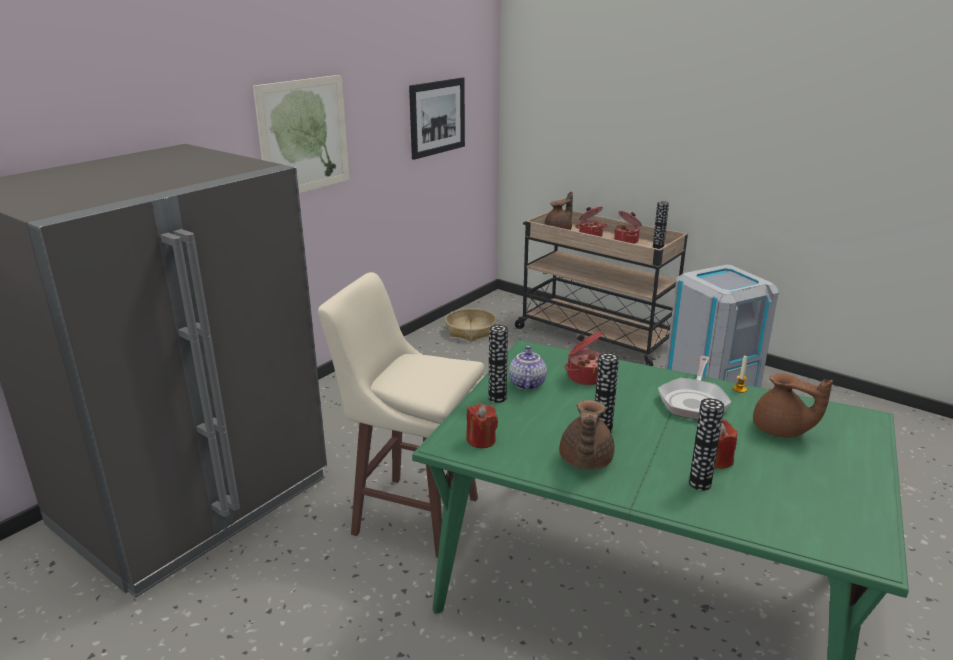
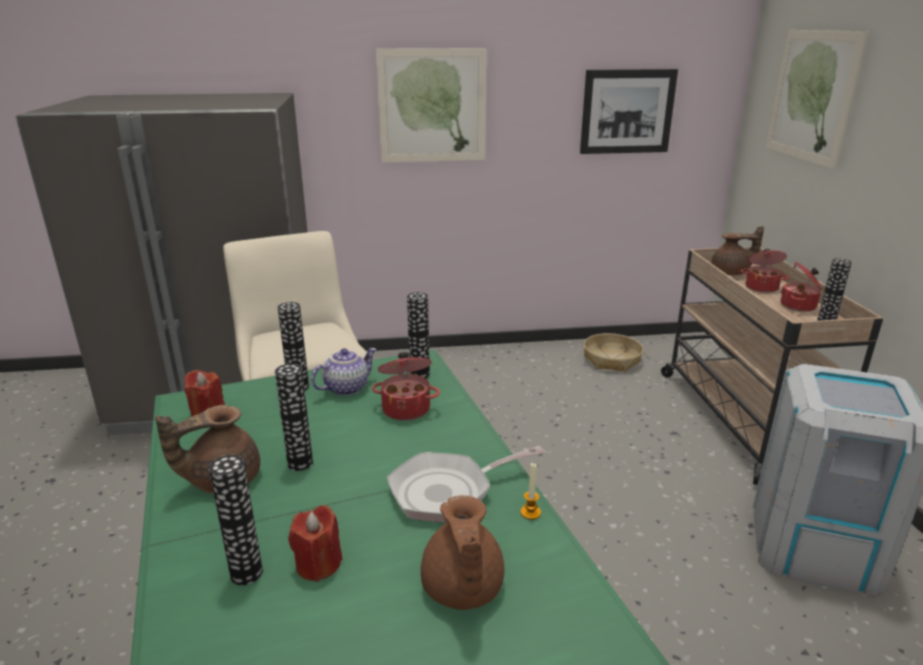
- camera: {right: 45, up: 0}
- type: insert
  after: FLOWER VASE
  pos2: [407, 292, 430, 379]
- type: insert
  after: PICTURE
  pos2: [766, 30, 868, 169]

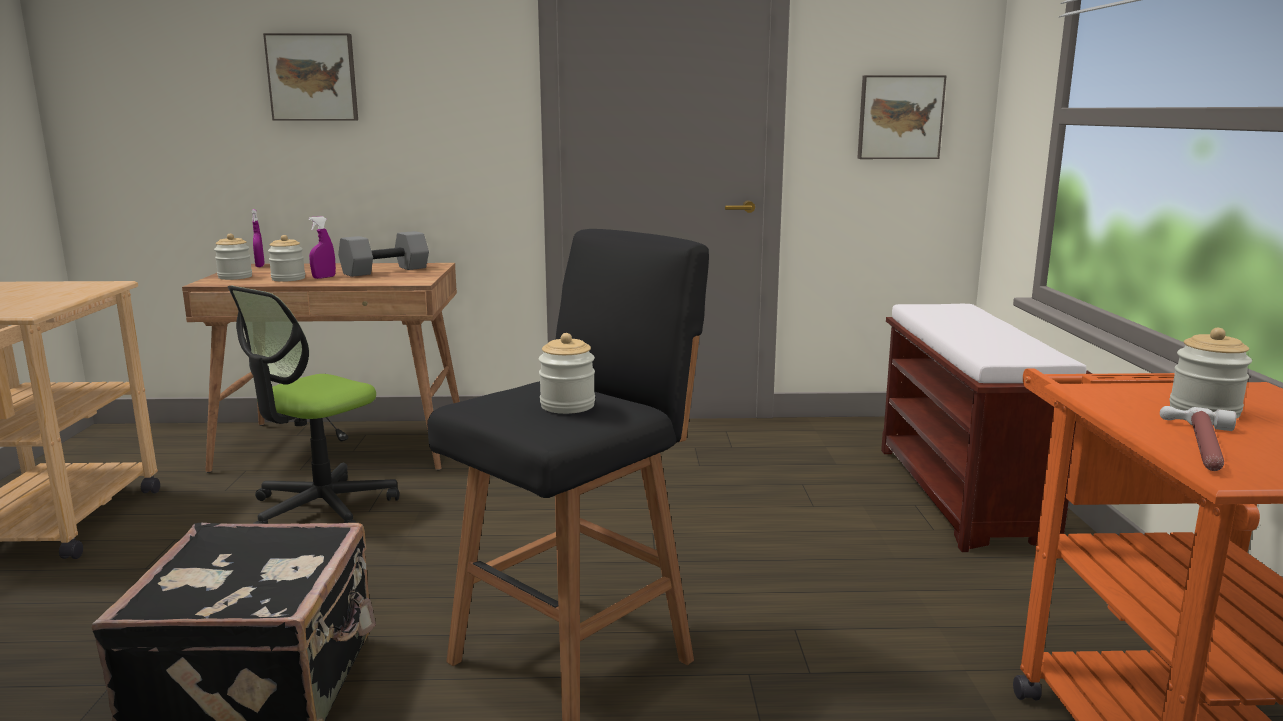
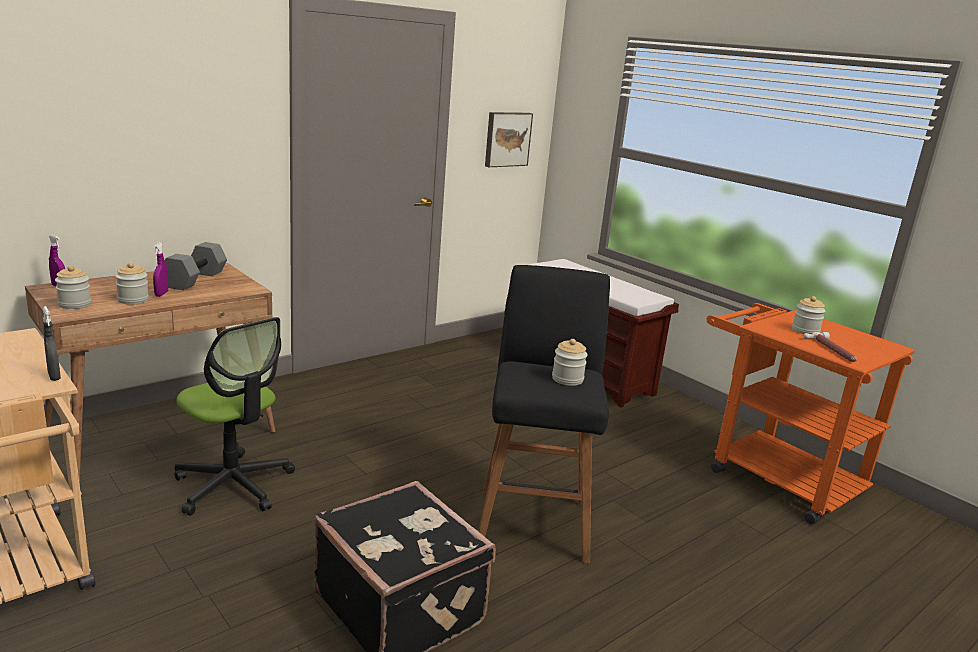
- camera: {right: -40, up: 5}
- type: rotate
  before: COMPUTER CHAIR
  pos1: [228, 286, 399, 524]
  pos2: [174, 317, 295, 515]
  turn: -45
- type: delete
  before: PICTURE
  pos1: [263, 33, 358, 121]
- type: insert
  after: GREY SPRAYER
  pos2: [43, 306, 61, 381]

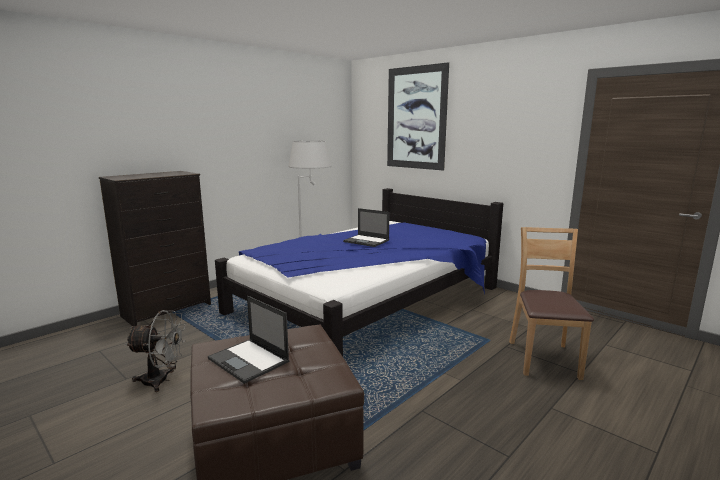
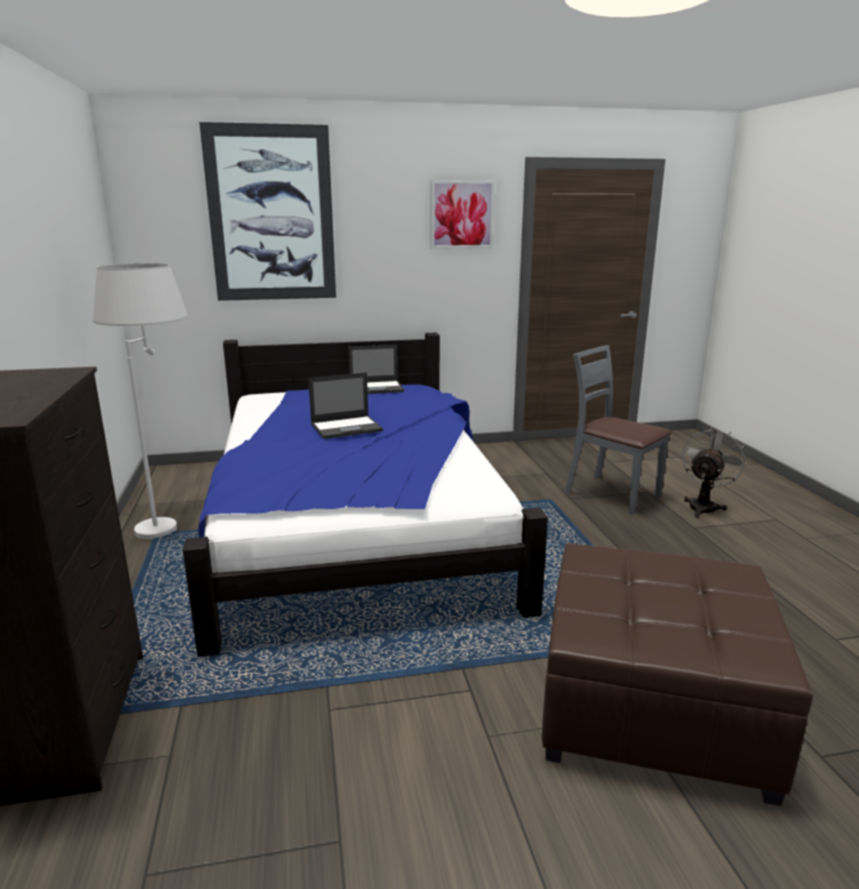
- camera: {right: -55, up: 5}
- type: move
  before: GREY FAN
  pos1: [125, 310, 186, 392]
  pos2: [682, 427, 746, 518]
- type: move
  before: NOTEBOOK COMPUTER
  pos1: [208, 296, 289, 384]
  pos2: [348, 344, 404, 394]
- type: recolor
  before: BROWN-COLOURED PLAIN CHAIR
  after: GREY PLAIN CHAIR
  pos1: [509, 227, 594, 380]
  pos2: [564, 345, 672, 515]
- type: insert
  after: PICTURE
  pos2: [431, 180, 495, 249]

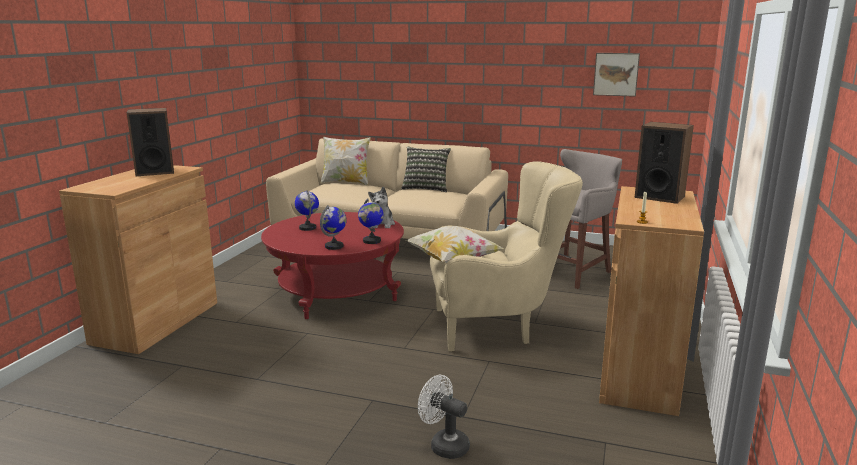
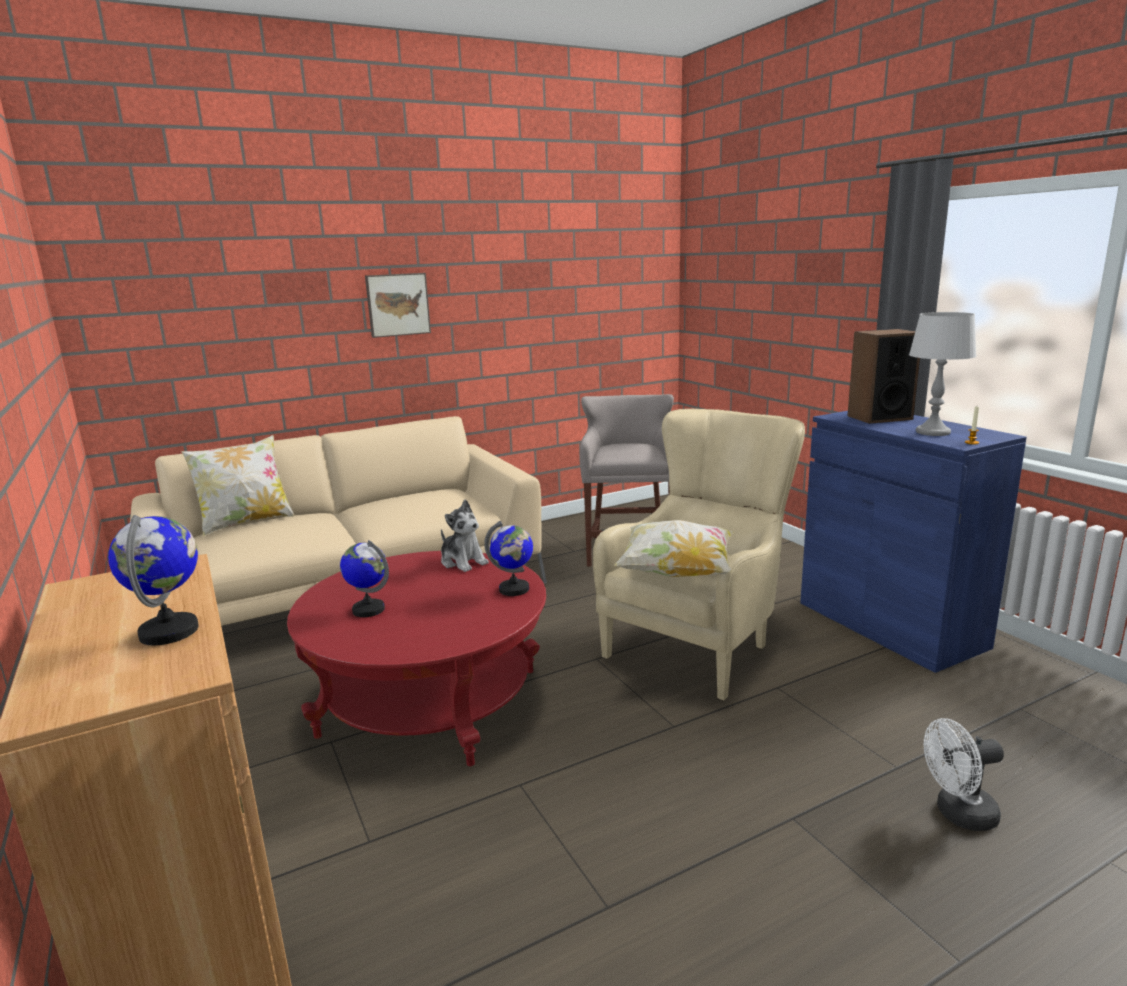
- camera: {right: -45, up: 0}
- type: delete
  before: SPEAKER
  pos1: [127, 108, 174, 176]
- type: move
  before: WORLD GLOBE
  pos1: [320, 205, 347, 250]
  pos2: [108, 515, 199, 645]
- type: delete
  before: CUSHION
  pos1: [401, 147, 451, 192]
- type: move
  before: PICTURE
  pos1: [593, 53, 640, 97]
  pos2: [365, 273, 431, 338]
- type: recolor
  before: BROWN-COLOURED STORAGE CABINET
  after: BLUE-COLOURED STORAGE CABINET
  pos1: [599, 186, 704, 416]
  pos2: [800, 411, 1027, 673]
- type: insert
  after: GREY TABLETOP LAMP
  pos2: [909, 312, 977, 436]

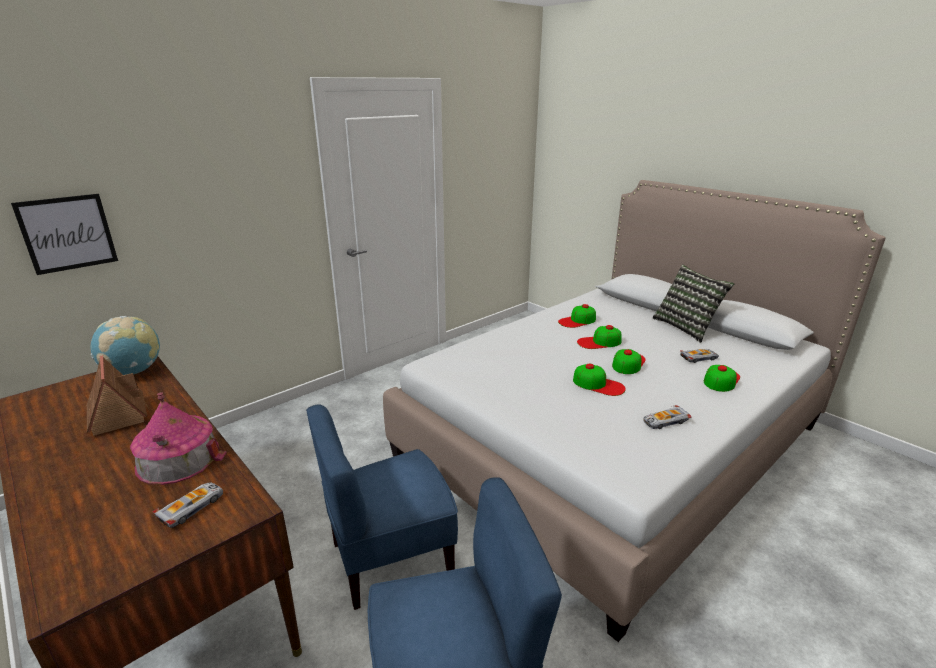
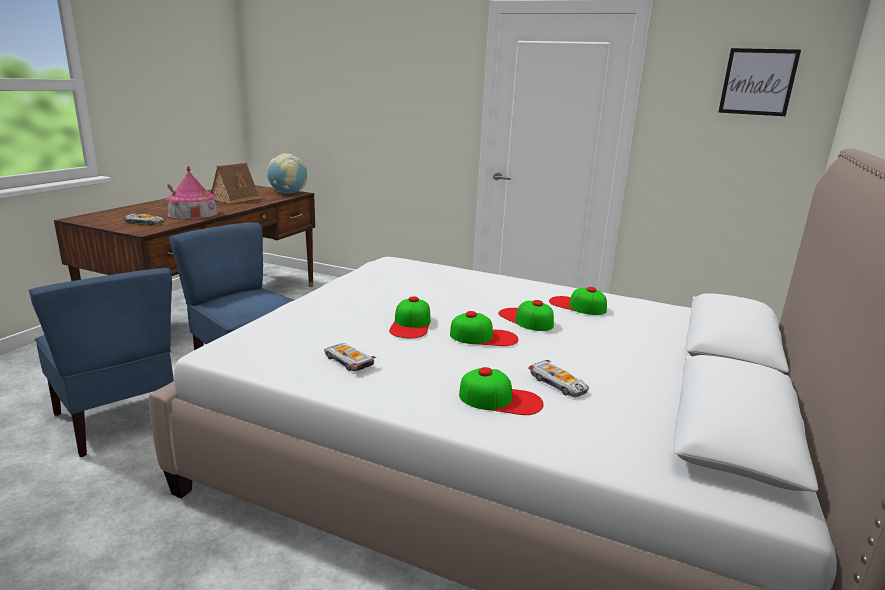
- camera: {right: 65, up: -5}
- type: move
  before: PICTURE
  pos1: [11, 194, 118, 275]
  pos2: [718, 48, 801, 116]
- type: delete
  before: CUSHION
  pos1: [652, 265, 734, 343]

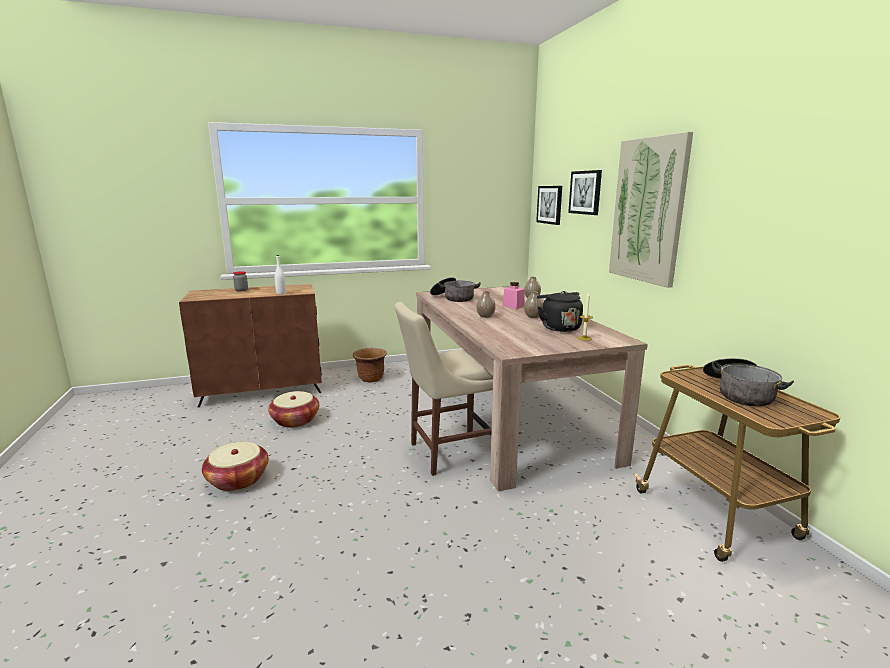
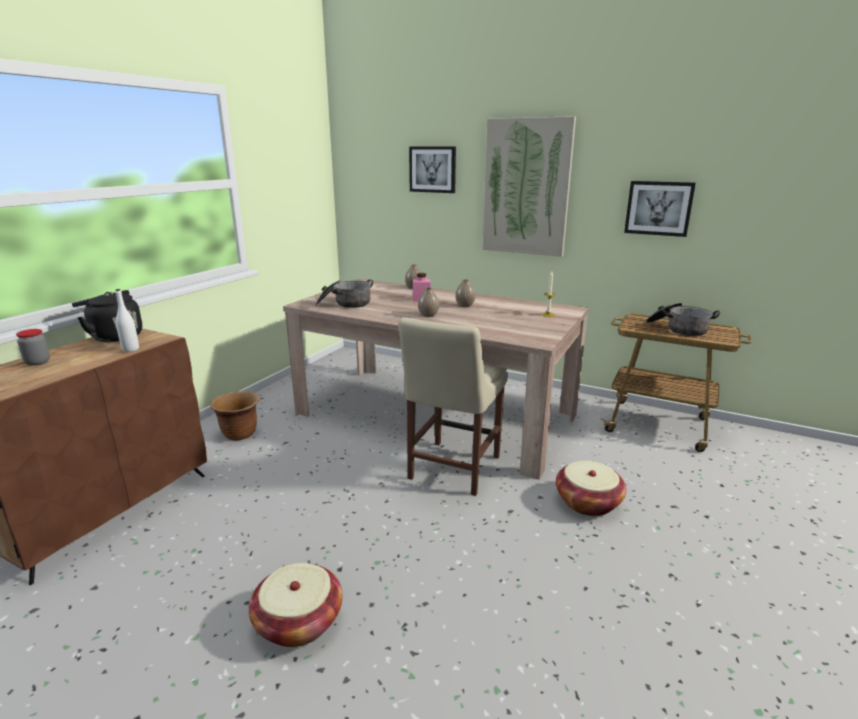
- camera: {right: -45, up: 5}
- type: move
  before: STORAGE BASKET
  pos1: [268, 391, 319, 428]
  pos2: [556, 461, 626, 516]
- type: move
  before: PICTURE
  pos1: [536, 186, 562, 225]
  pos2: [624, 181, 696, 237]
- type: move
  before: BLACK WATER KETTLE
  pos1: [537, 291, 583, 332]
  pos2: [72, 290, 142, 342]

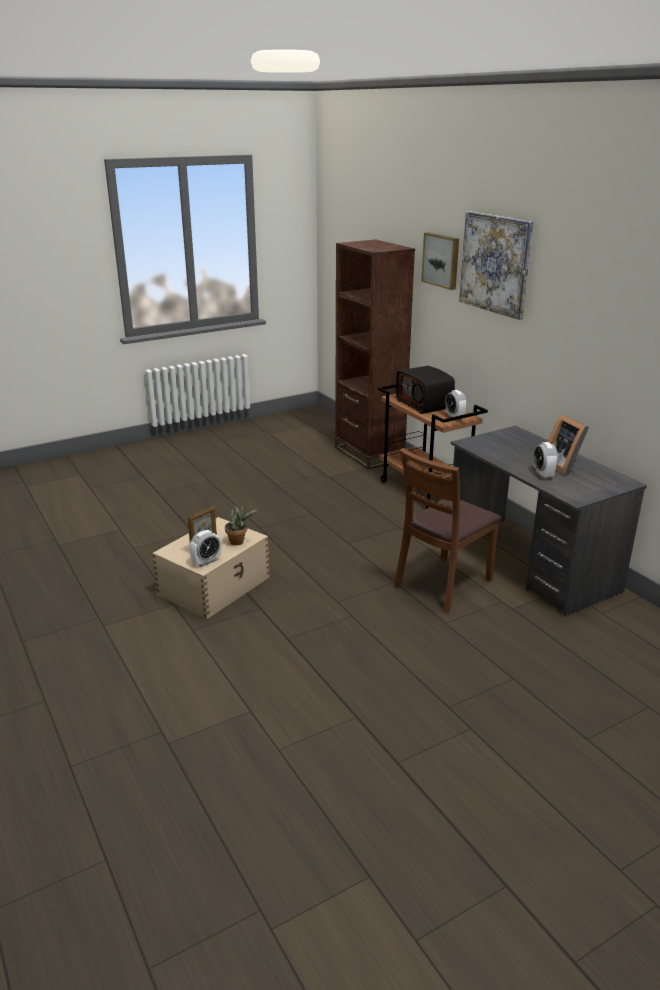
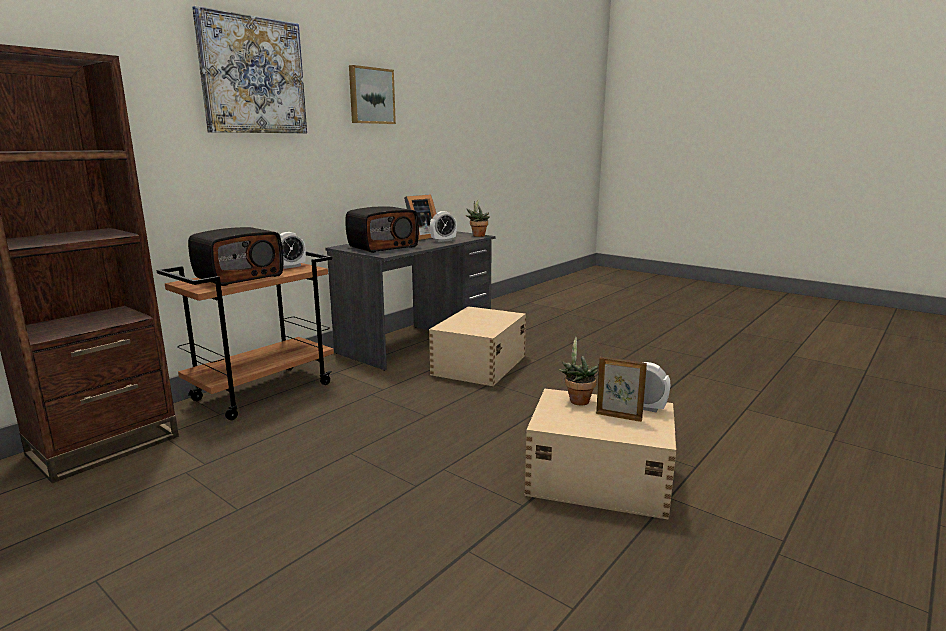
- camera: {right: -110, up: -10}
- type: replace
  before: BROWN-COLOURED PLAIN CHAIR
  after: BEIGE-COLOURED STORAGE BOX
  pos1: [394, 448, 501, 613]
  pos2: [429, 306, 526, 386]
- type: move
  before: PICTURE
  pos1: [421, 232, 459, 290]
  pos2: [349, 65, 396, 124]
- type: insert
  after: RADIO
  pos2: [345, 206, 419, 253]
- type: insert
  after: PLANT IN A POT
  pos2: [466, 200, 490, 237]

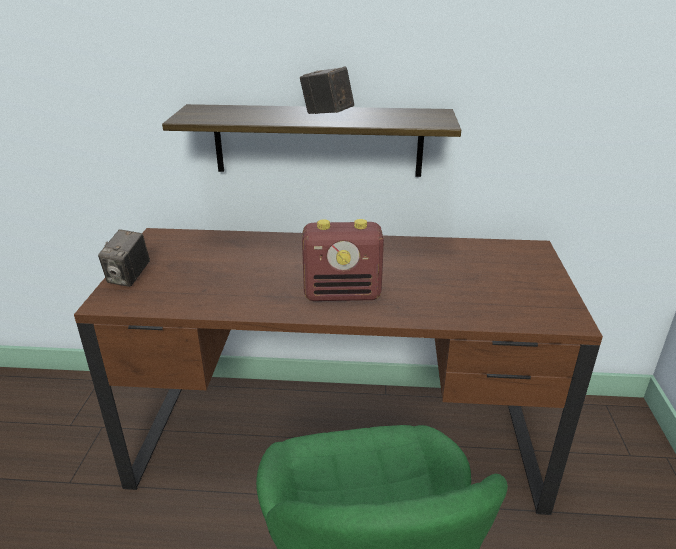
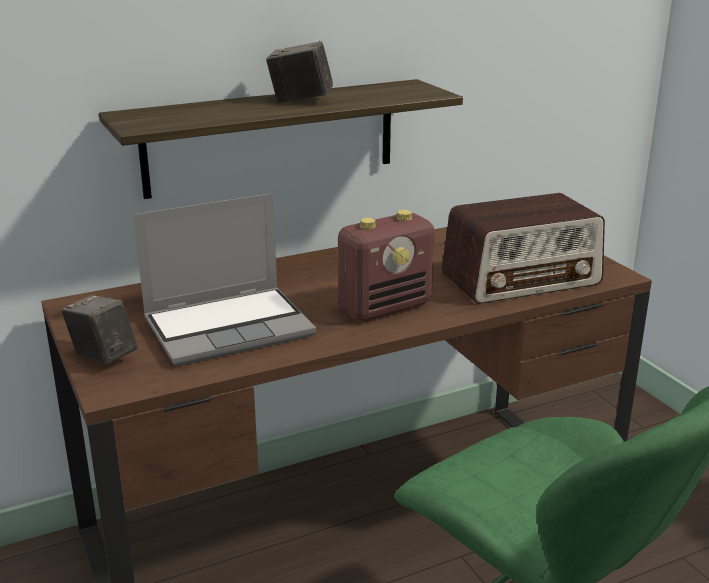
- camera: {right: -30, up: -5}
- type: rotate
  before: STILL CAMERA
  pos1: [98, 229, 150, 287]
  pos2: [61, 295, 137, 364]
  turn: 150
- type: insert
  after: NOTEBOOK COMPUTER
  pos2: [133, 193, 316, 366]
- type: insert
  after: RADIO
  pos2: [441, 193, 605, 304]

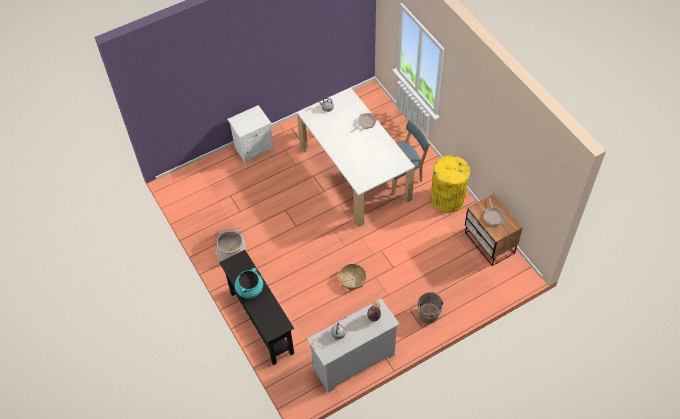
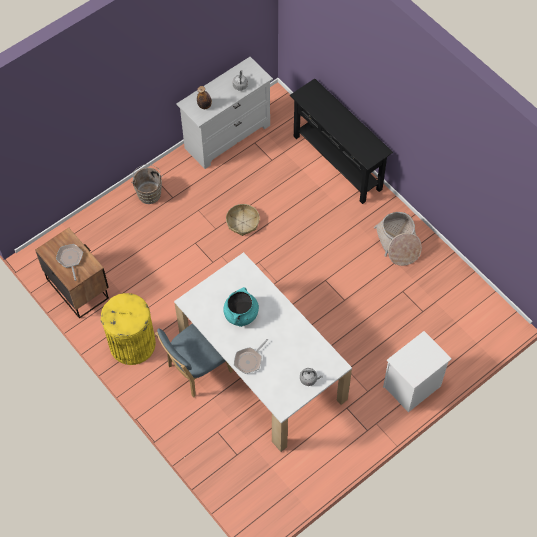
- camera: {right: 170, up: 5}
- type: move
  before: BLUE-GREEN SAUCEPOT
  pos1: [235, 268, 263, 299]
  pos2: [223, 287, 259, 327]

